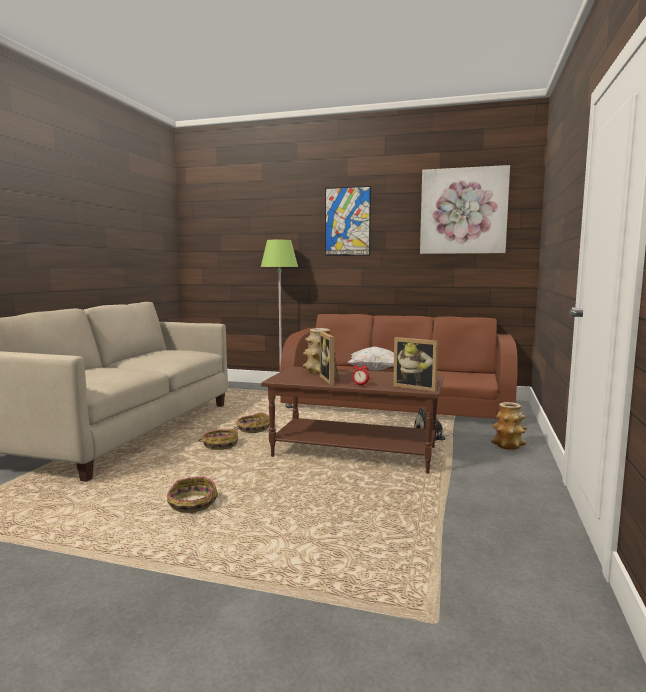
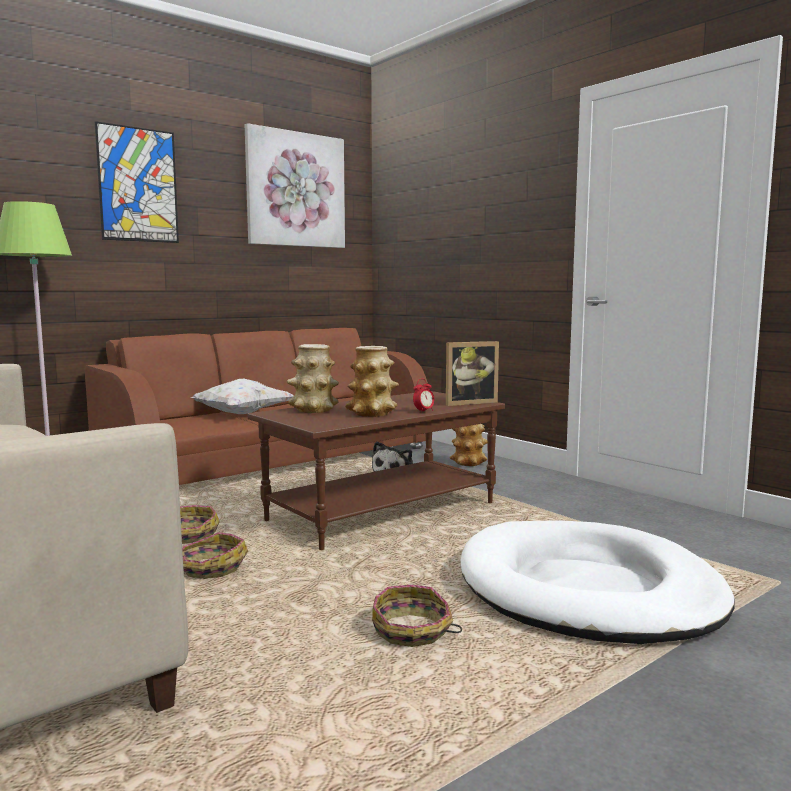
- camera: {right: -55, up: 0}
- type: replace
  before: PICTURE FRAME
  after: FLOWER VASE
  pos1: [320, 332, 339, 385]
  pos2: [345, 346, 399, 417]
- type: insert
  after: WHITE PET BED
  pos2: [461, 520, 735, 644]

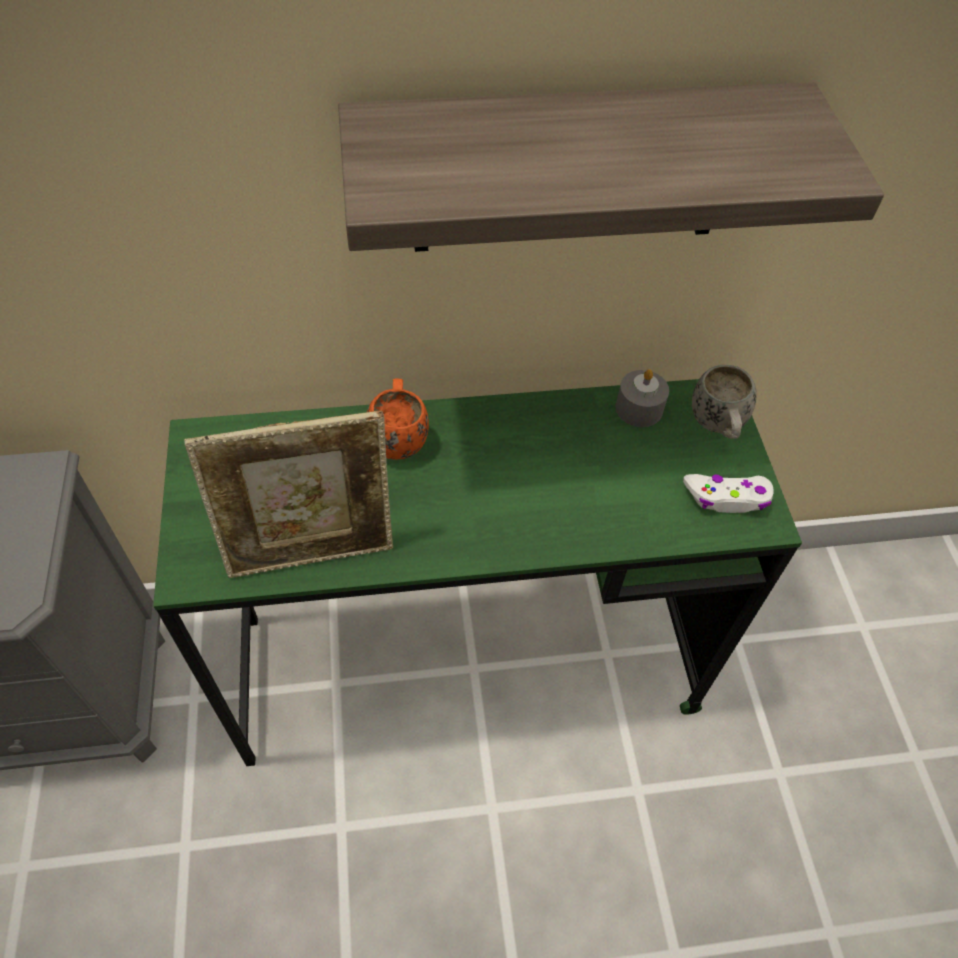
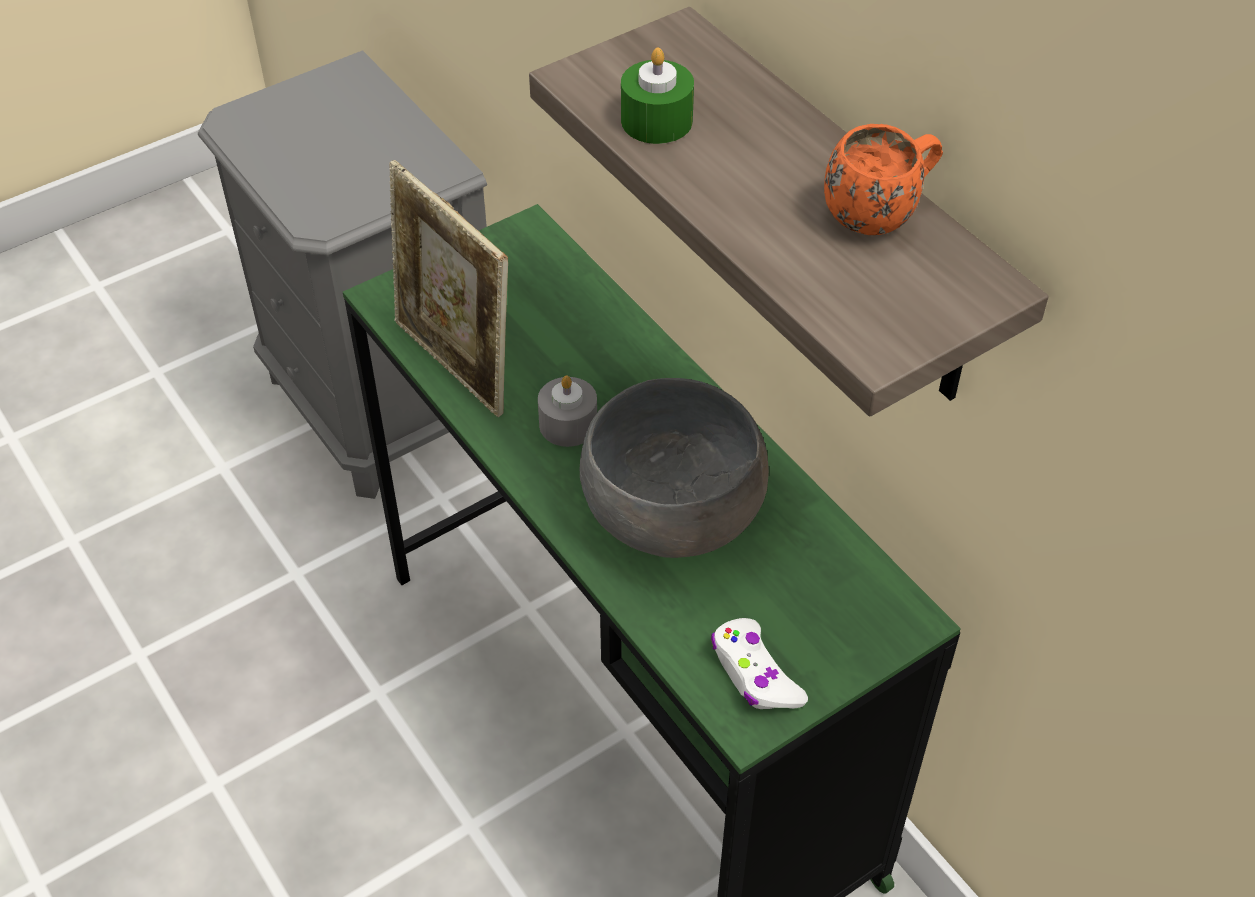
- camera: {right: 65, up: -5}
- type: move
  before: ORANGE-COLOURED COFFEE MUG
  pos1: [367, 378, 429, 460]
  pos2: [824, 124, 943, 235]
- type: move
  before: GREY WAX LIGHT
  pos1: [616, 369, 669, 427]
  pos2: [538, 375, 597, 447]
- type: delete
  before: WHITE COFFEE MUG
  pos1: [692, 365, 757, 439]
- type: insert
  after: GREY DEEP DISH
  pos2: [580, 378, 769, 558]
- type: insert
  after: GREENISH WAX LIGHT
  pos2: [621, 47, 694, 144]

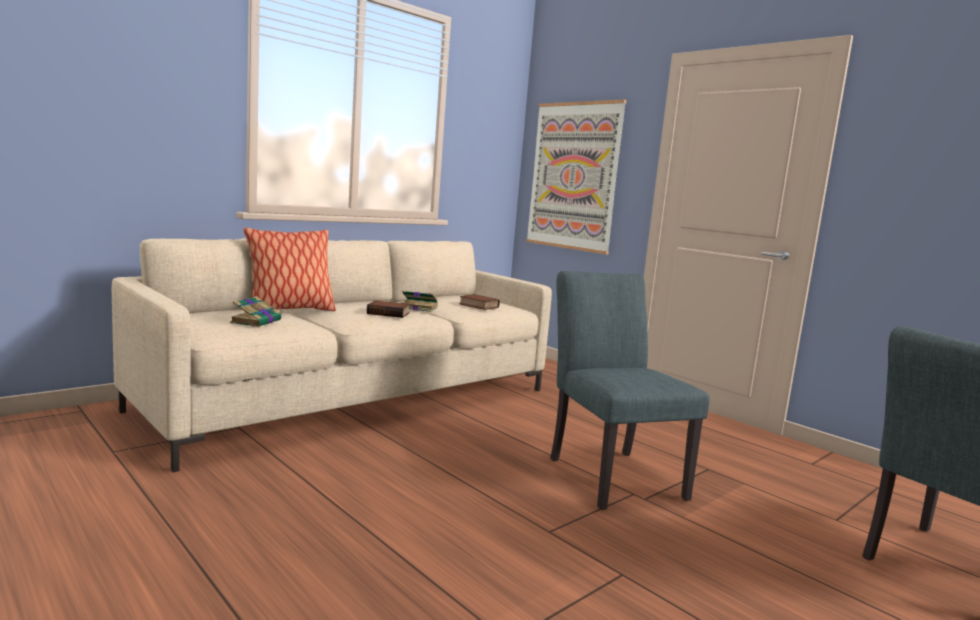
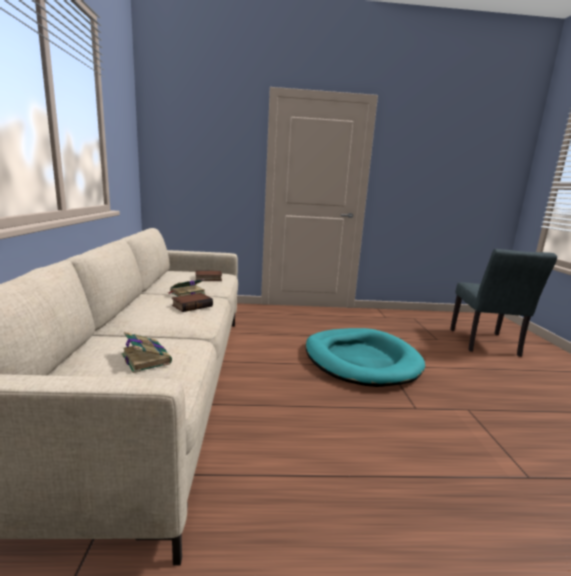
- camera: {right: -50, up: 5}
- type: delete
  before: CUSHION
  pos1: [243, 228, 336, 311]
- type: delete
  before: PICTURE
  pos1: [526, 99, 627, 255]
- type: replace
  before: GREY PLAIN CHAIR
  after: BLUE-GREEN PET BED
  pos1: [551, 271, 710, 510]
  pos2: [306, 328, 425, 387]

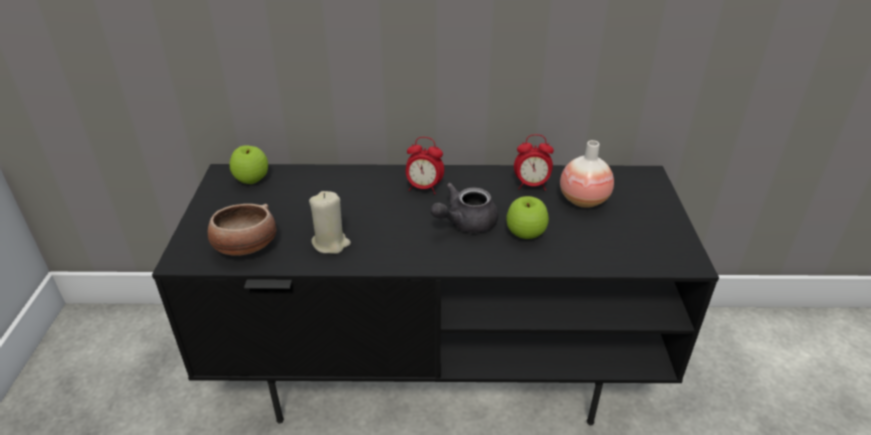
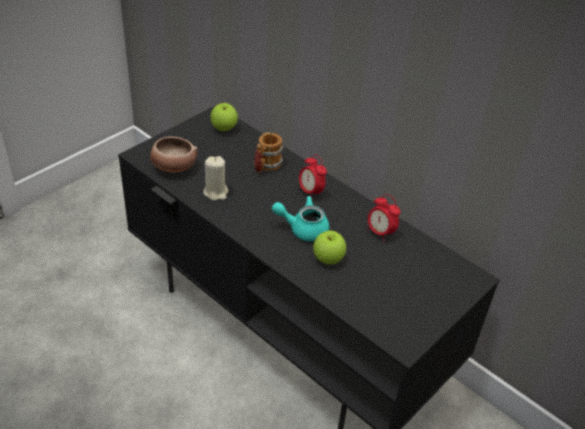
- camera: {right: 40, up: 5}
- type: recolor
  before: GREY TEA POT
  after: BLUE-GREEN TEA POT
  pos1: [431, 183, 498, 233]
  pos2: [272, 196, 329, 242]
- type: delete
  before: FLOWER VASE
  pos1: [560, 140, 614, 208]
- type: insert
  after: COFFEE MUG
  pos2: [254, 132, 283, 173]

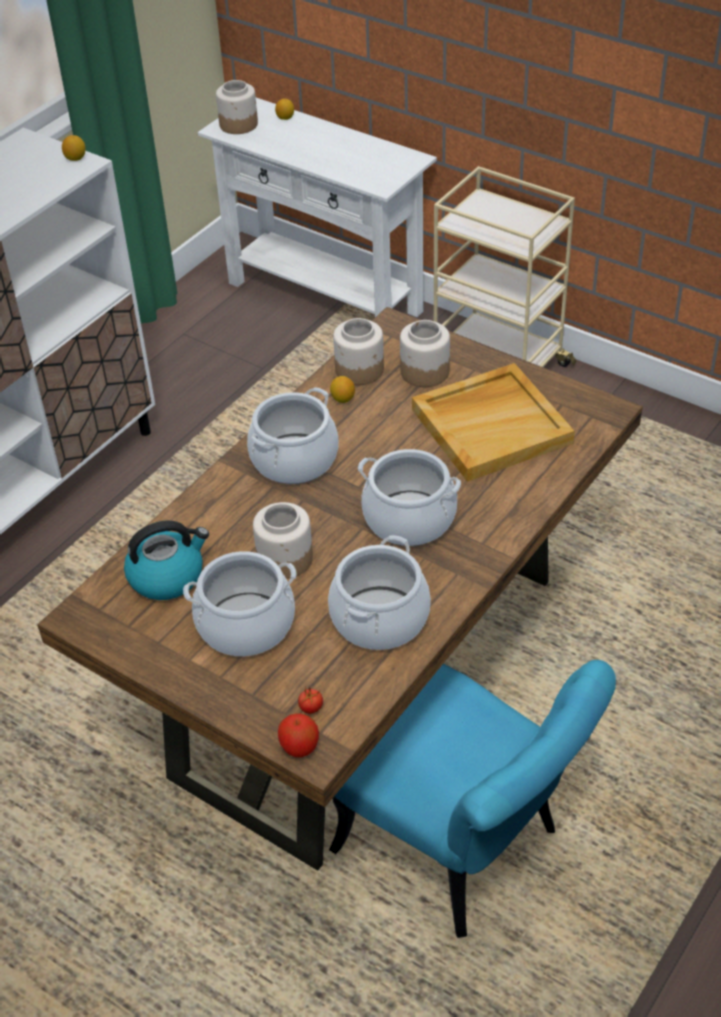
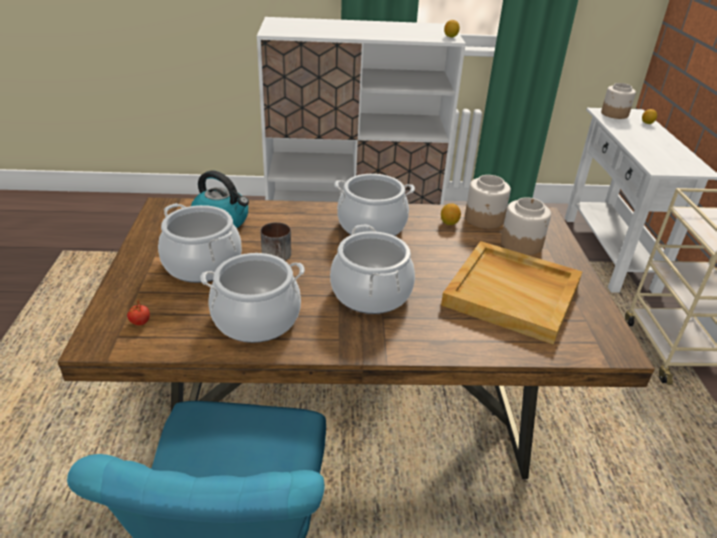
- camera: {right: 50, up: -10}
- type: replace
  before: PRESERVE JAR
  after: COFFEE MUG
  pos1: [253, 502, 313, 579]
  pos2: [260, 222, 291, 261]
- type: delete
  before: APPLE
  pos1: [278, 713, 319, 757]

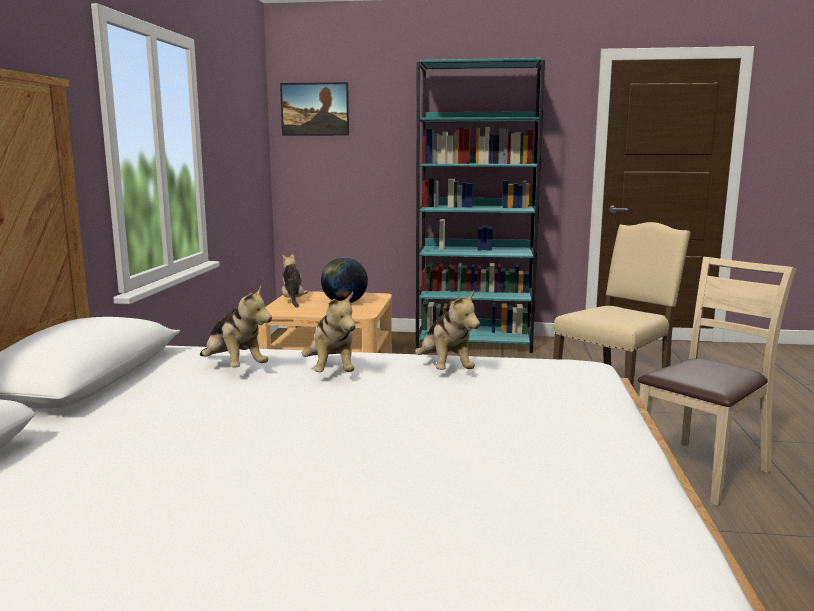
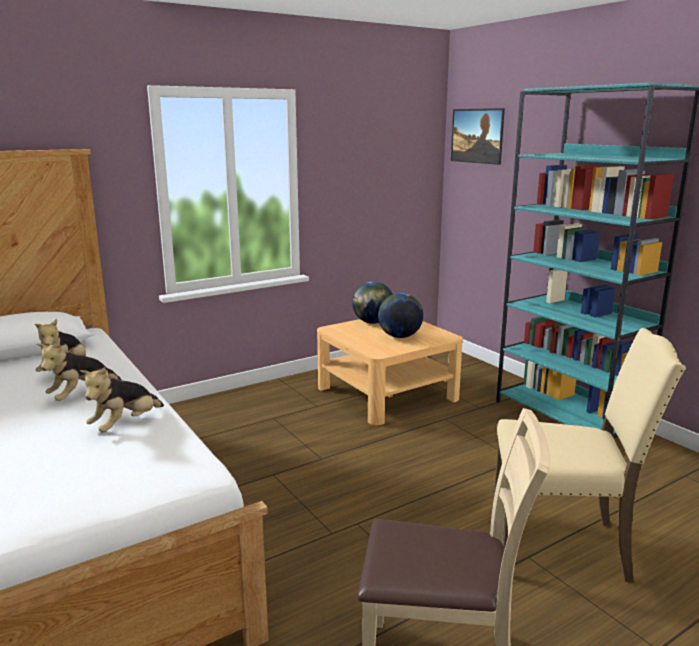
- camera: {right: 50, up: 5}
- type: replace
  before: PLUSH TOY
  after: WORLD GLOBE
  pos1: [282, 254, 308, 308]
  pos2: [352, 282, 392, 324]

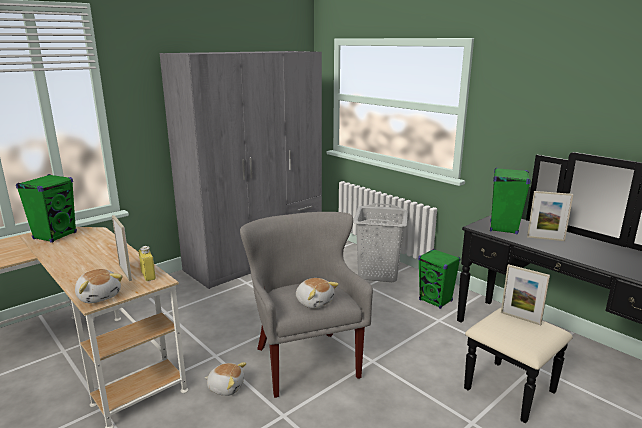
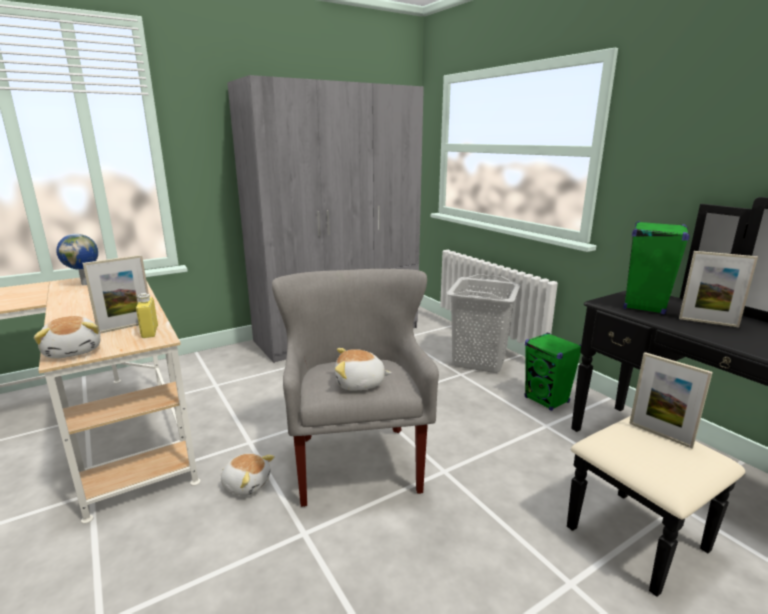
- camera: {right: 10, up: 0}
- type: replace
  before: GREENISH SPEAKER
  after: WORLD GLOBE
  pos1: [16, 174, 77, 243]
  pos2: [56, 234, 98, 285]
- type: rotate
  before: PICTURE FRAME
  pos1: [112, 215, 132, 281]
  pos2: [82, 255, 149, 334]
  turn: 75
- type: rotate
  before: PLUSH TOY
  pos1: [296, 278, 339, 308]
  pos2: [335, 348, 392, 390]
  turn: 120

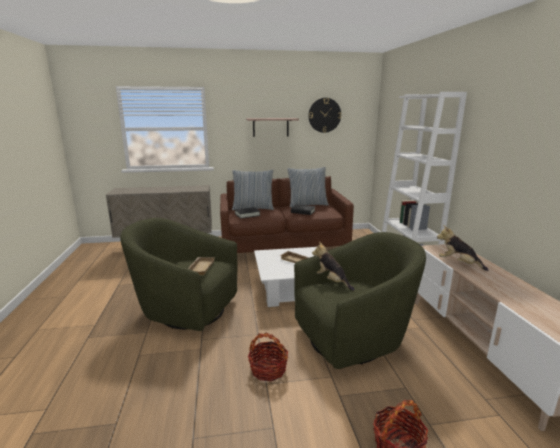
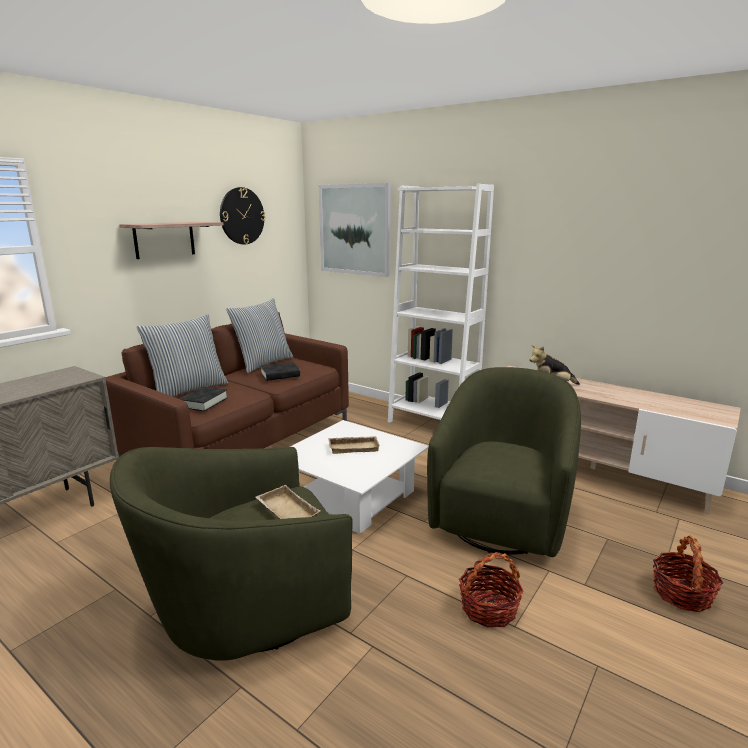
- camera: {right: -45, up: 0}
- type: delete
  before: PLUSH TOY
  pos1: [312, 242, 354, 291]
- type: insert
  after: PICTURE
  pos2: [319, 183, 391, 277]

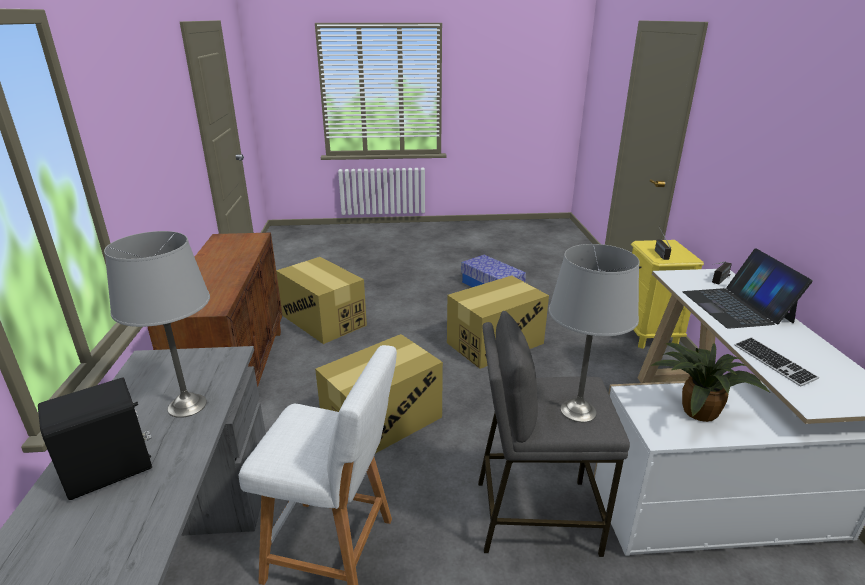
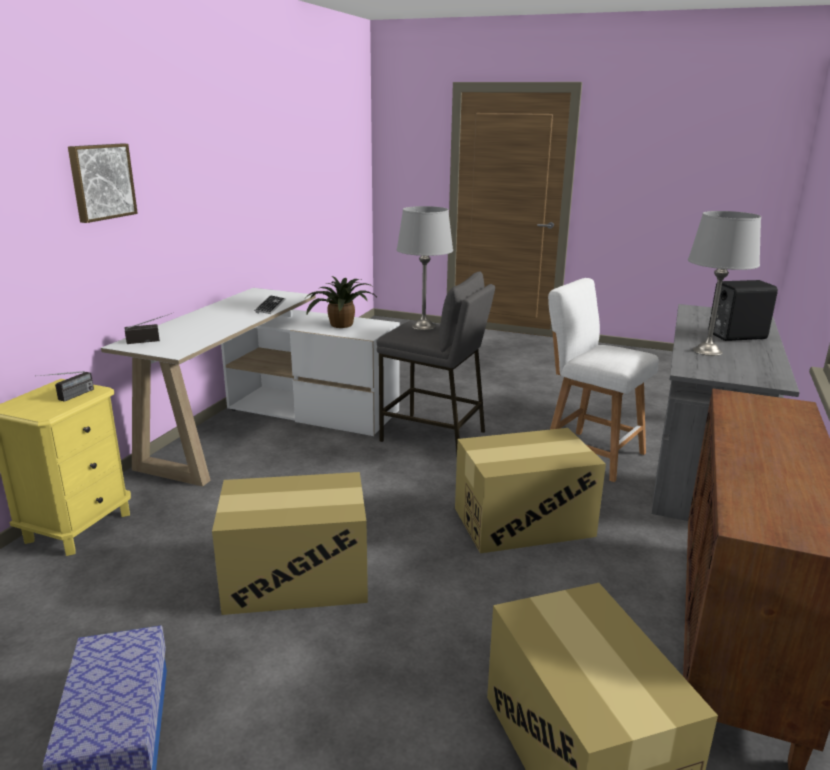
- camera: {right: -155, up: -5}
- type: delete
  before: NOTEBOOK COMPUTER
  pos1: [682, 248, 813, 329]
- type: insert
  after: PICTURE
  pos2: [68, 144, 138, 223]

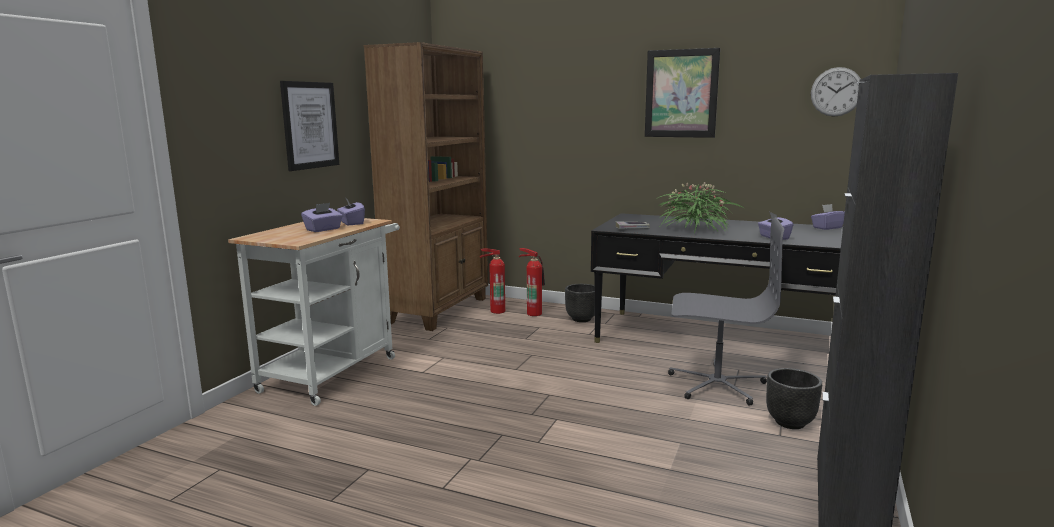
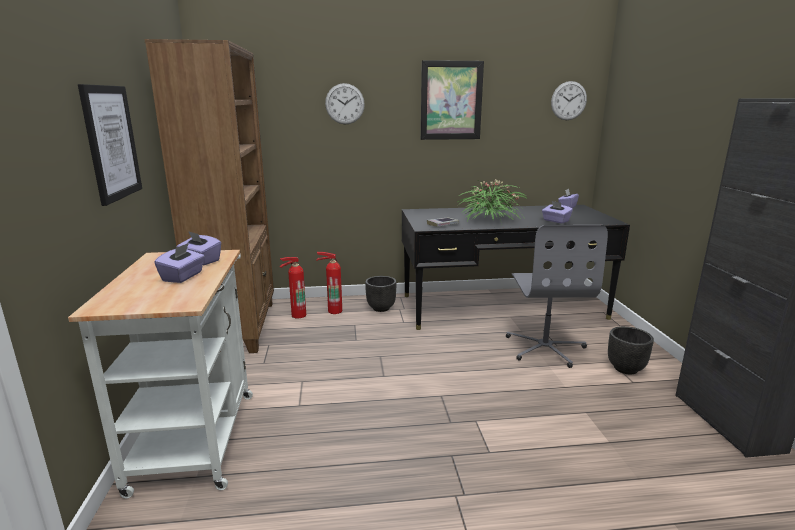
- camera: {right: -30, up: 5}
- type: rotate
  before: GREY COMPUTER CHAIR
  pos1: [668, 217, 785, 405]
  pos2: [506, 225, 608, 368]
  turn: 105
- type: insert
  after: WALL CLOCK
  pos2: [325, 83, 365, 124]

